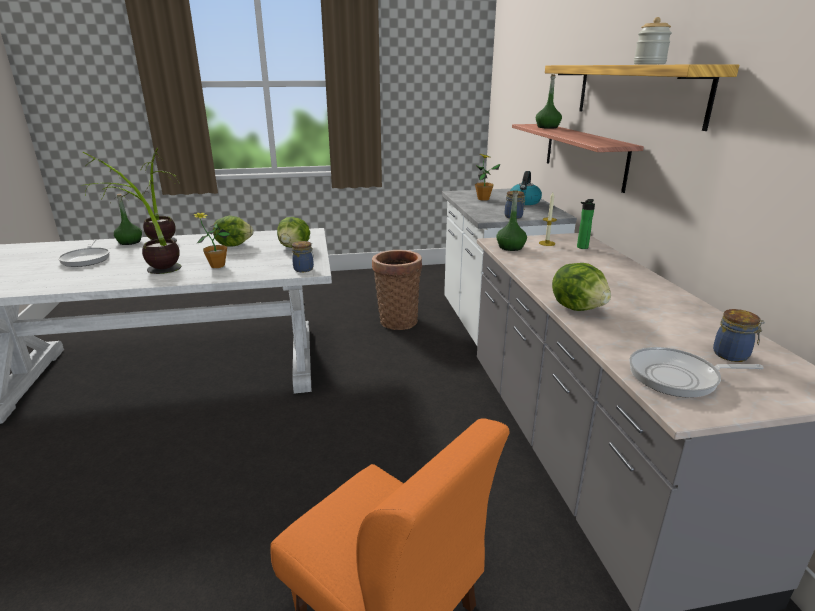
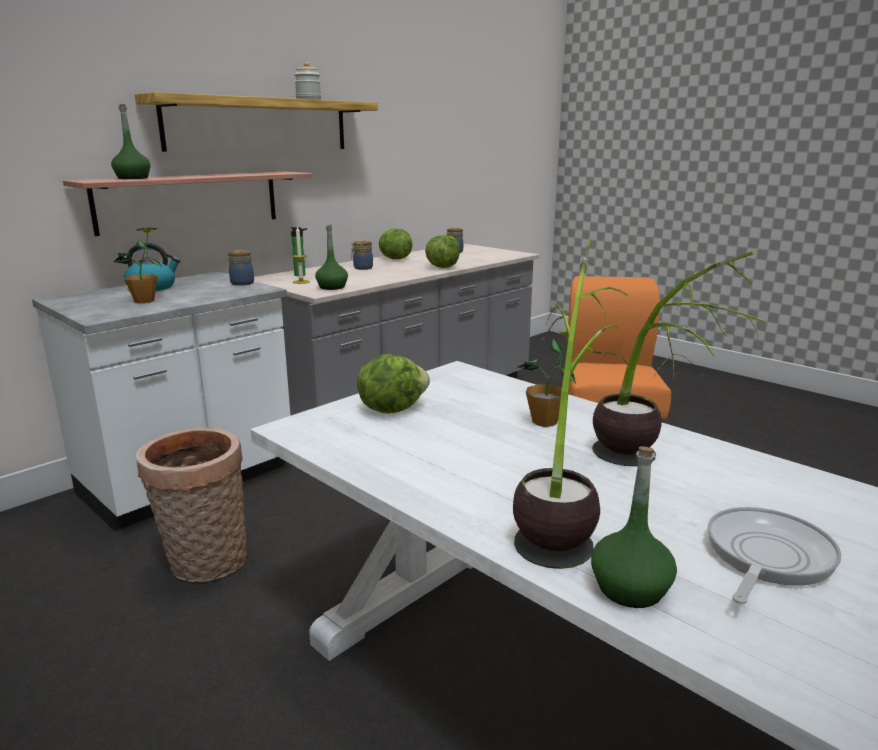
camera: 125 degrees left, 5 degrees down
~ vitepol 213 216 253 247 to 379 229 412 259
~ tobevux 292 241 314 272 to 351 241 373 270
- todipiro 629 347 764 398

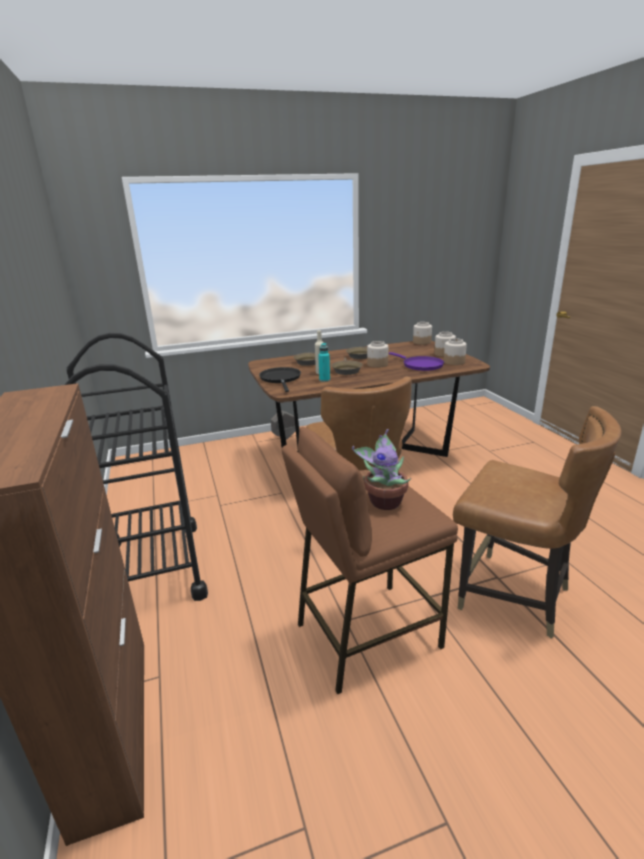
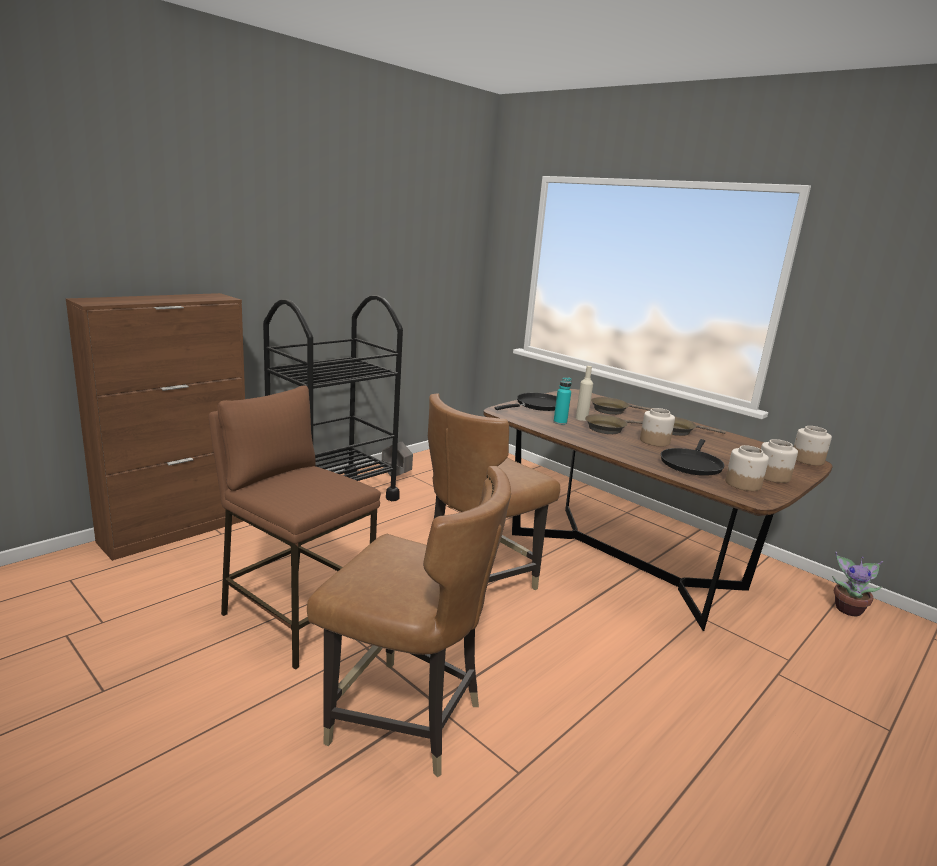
camera: 60 degrees right, 5 degrees down
~ purple_todipiro 389 352 444 371 to black_todipiro 661 439 725 476
~ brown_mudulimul 453 406 621 639 = 307 466 511 778 75 degrees counterclockwise
~ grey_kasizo 271 410 296 439 to 382 442 413 476
~ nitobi 352 429 411 510 to 832 552 883 616

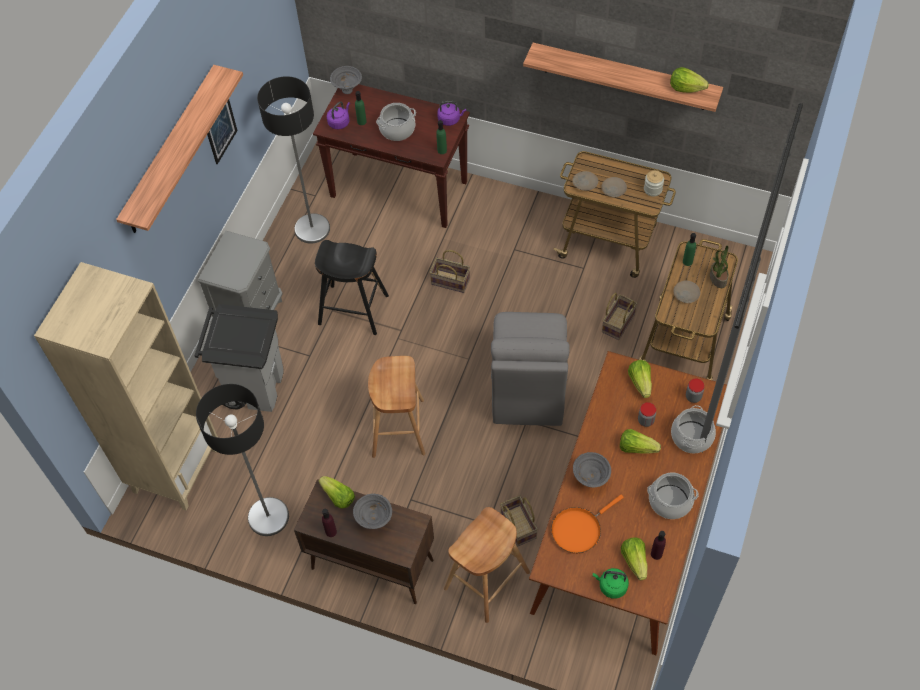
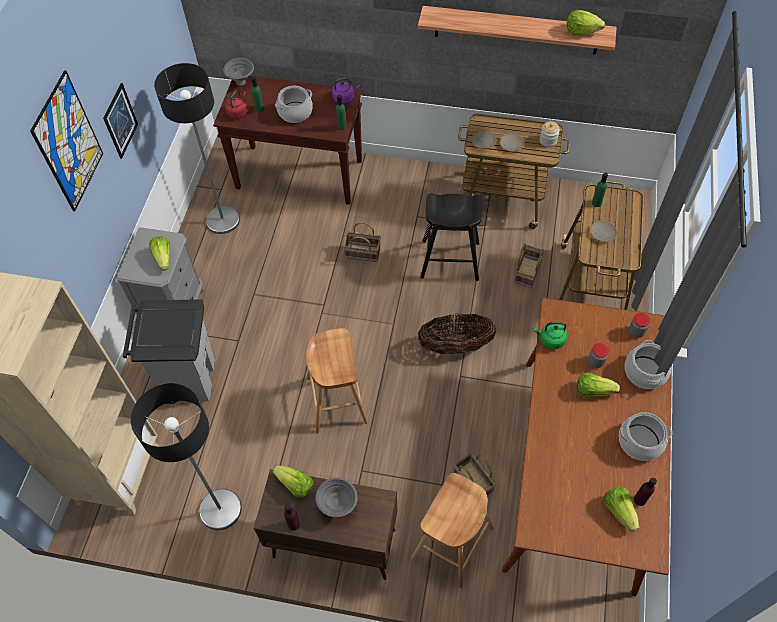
camera: 10 degrees left, 0 degrees up
~ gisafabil 116 65 243 233 to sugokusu 30 70 103 211
~ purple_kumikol 327 101 350 129 to red_kumikol 225 90 248 118
~ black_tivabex 315 240 389 335 to 421 193 483 281
- nitobi 710 245 729 288
~ grey_mudulimul 491 312 570 426 to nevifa 418 314 496 354
~ vitepol 628 360 652 398 to 149 236 170 271
- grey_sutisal 573 452 611 487
- orange_todipiro 551 495 624 554
~ green_kumikol 593 568 629 599 to 534 322 568 349

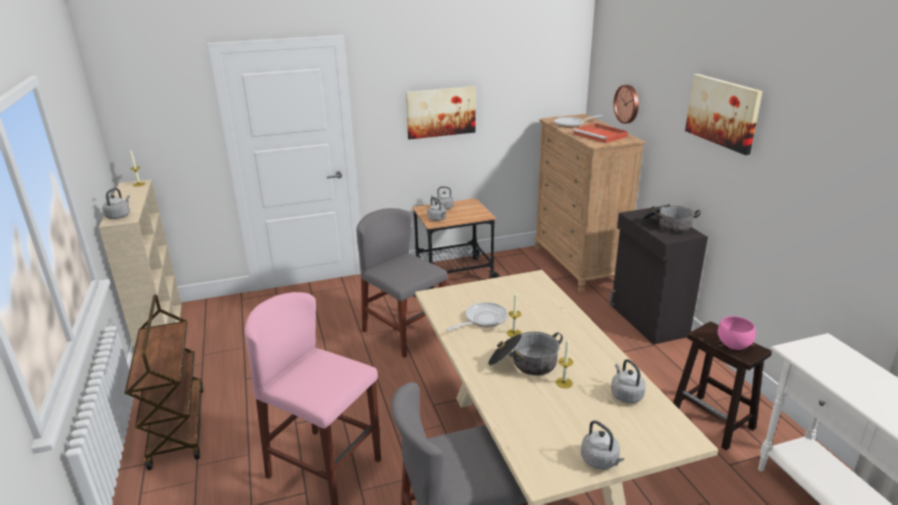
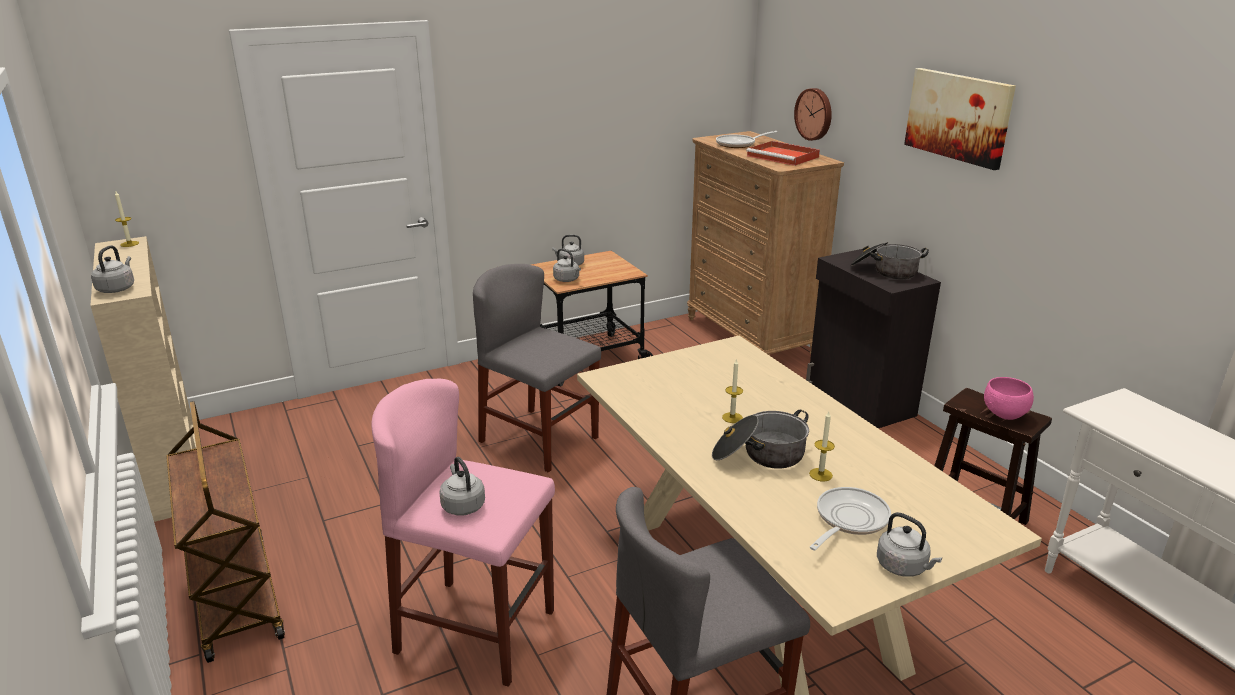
camera: 10 degrees left, 0 degrees up
- sugokusu 406 86 475 139
~ todipiro 446 302 508 331 to 810 487 891 550
~ grey_kumikol 611 359 646 403 to 439 457 485 516

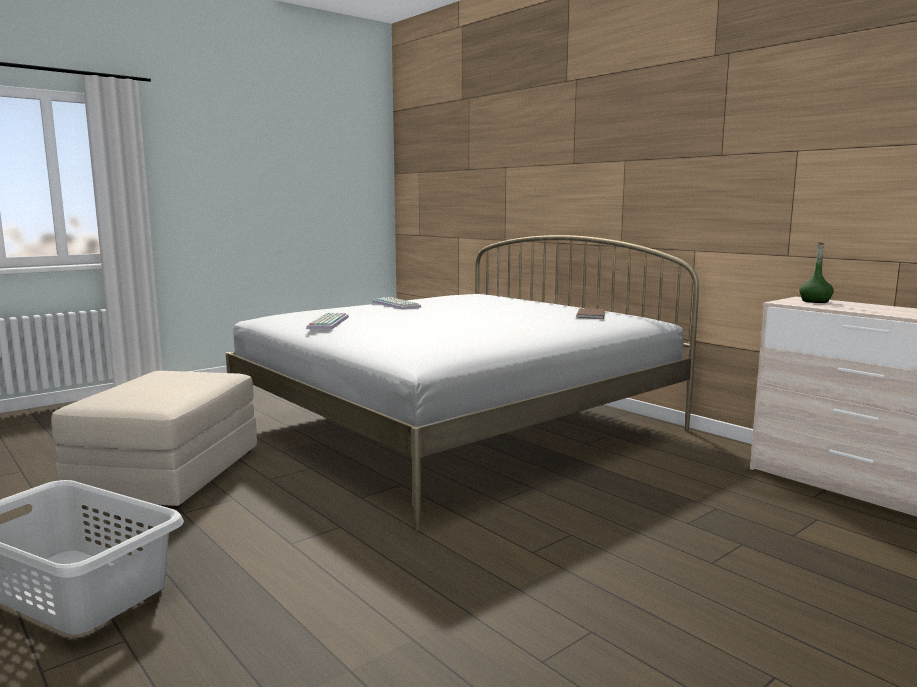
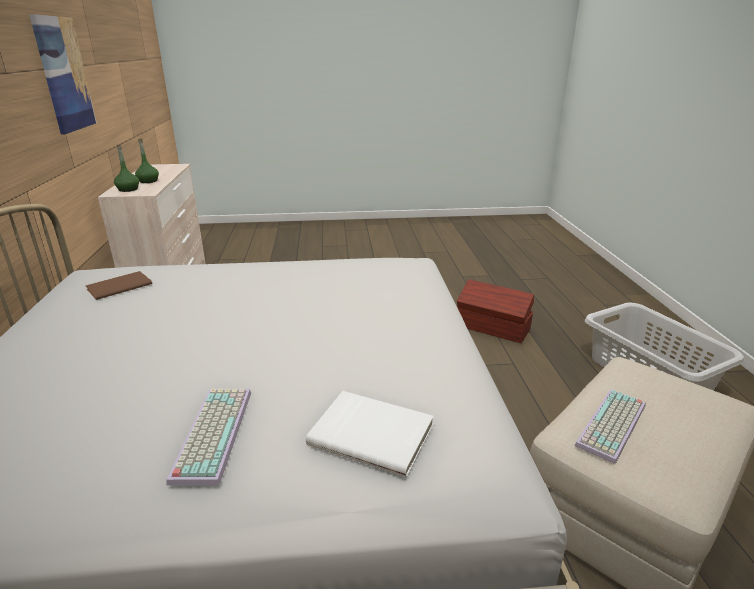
camera: 145 degrees left, 15 degrees up
~ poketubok 306 313 349 329 to 575 389 646 464
+ sugokusu 29 14 97 134
+ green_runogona 135 139 159 183
+ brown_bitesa 457 279 534 343
+ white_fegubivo 306 391 434 477

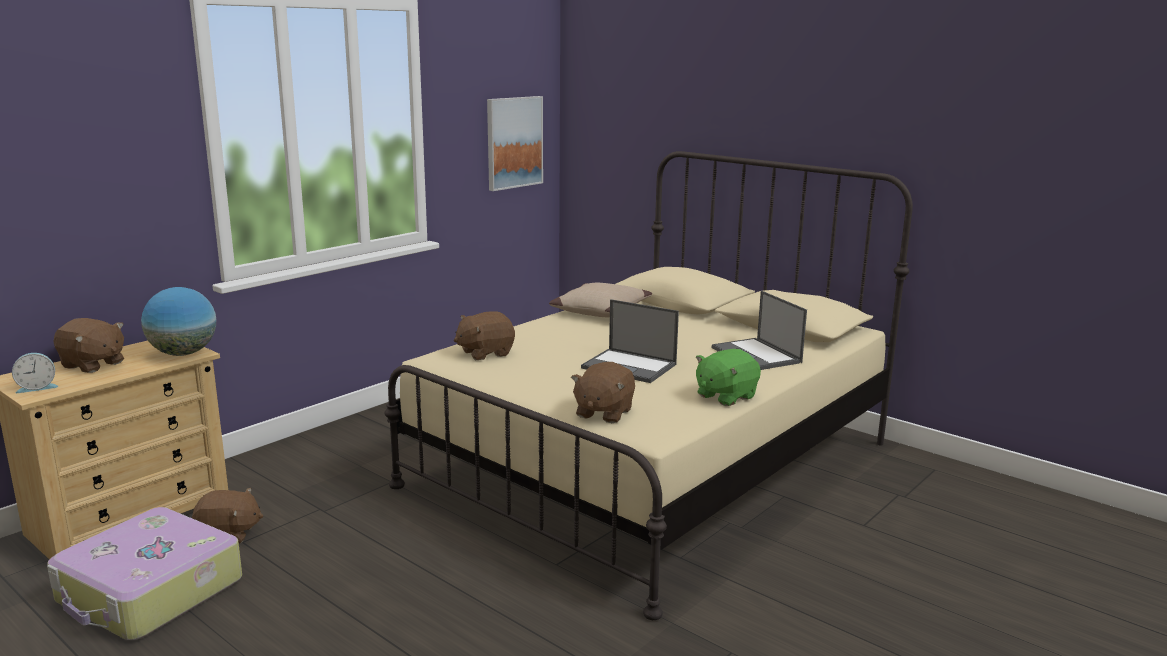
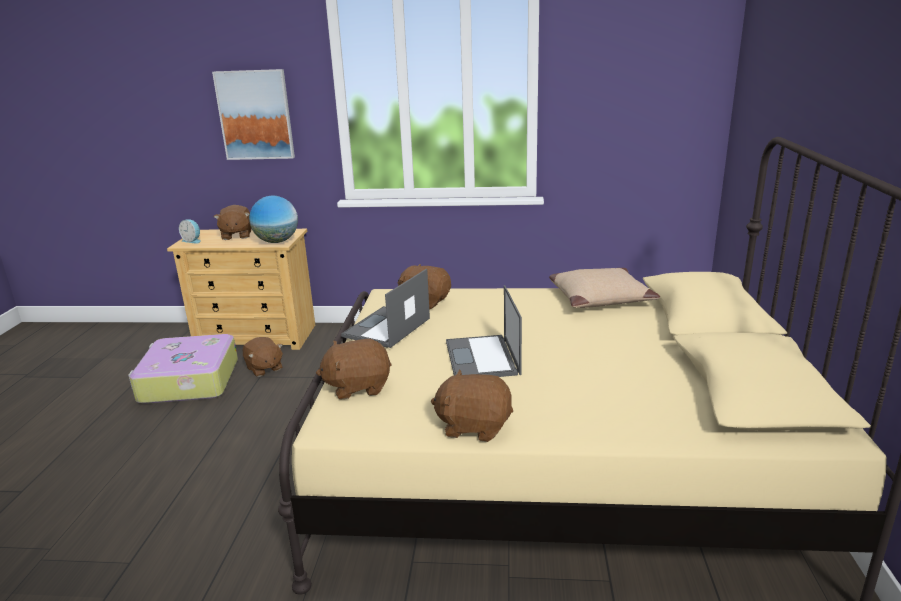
camera: 55 degrees right, 5 degrees up
~ sugokusu 487 96 543 191 to 212 69 295 160
~ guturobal 712 291 807 370 to 341 269 430 348
~ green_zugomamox 696 349 761 406 to brown_zugomamox 431 369 513 442

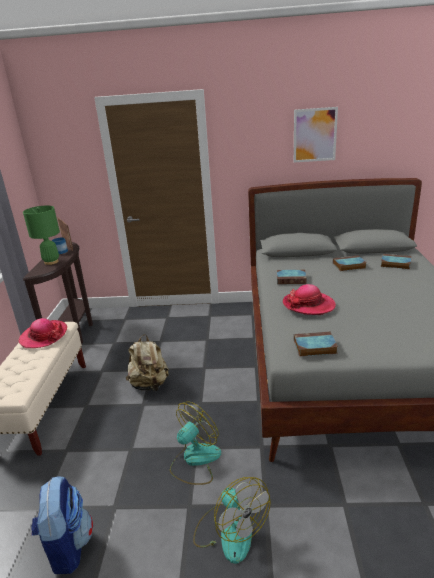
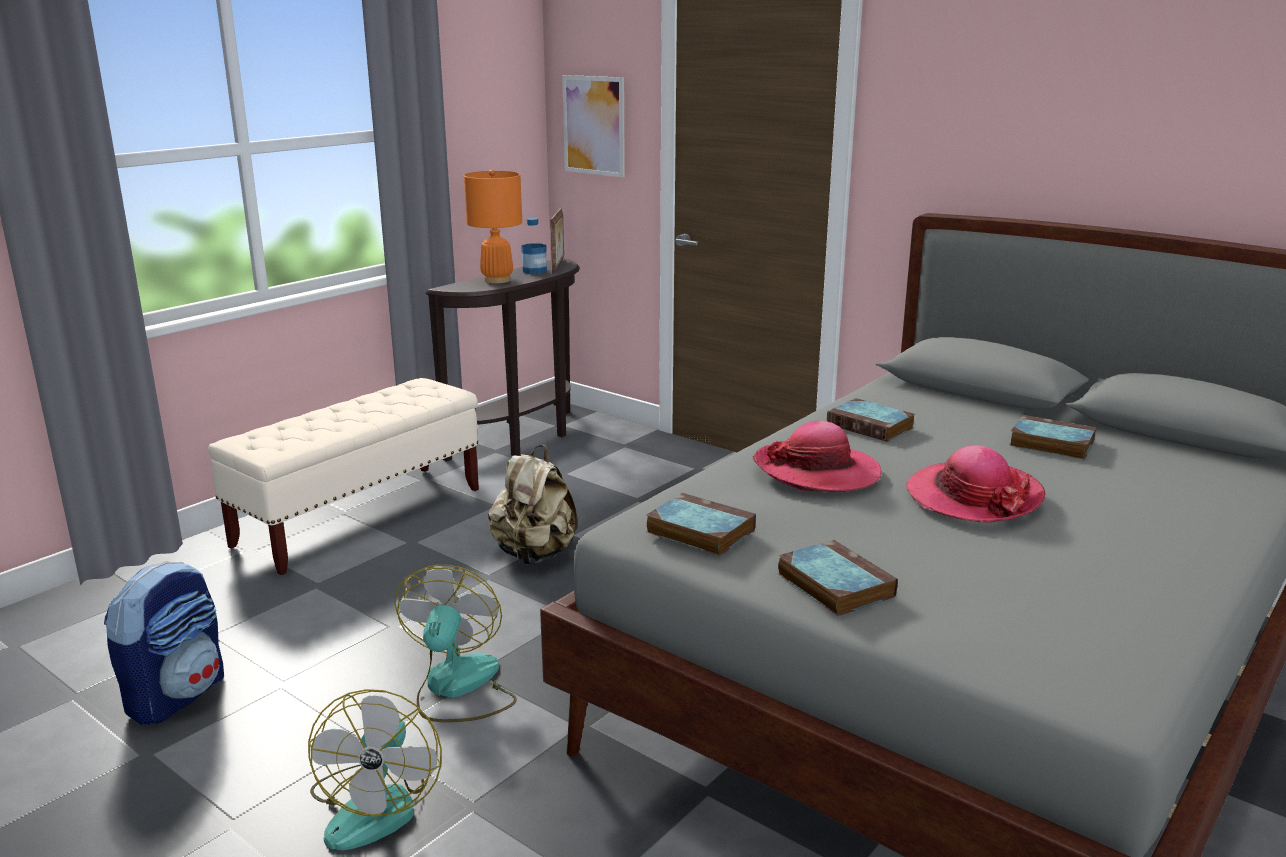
camera: 35 degrees right, 5 degrees down
~ sugokusu 294 107 338 162 to 562 75 625 177
~ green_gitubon 23 206 60 265 to orange_gitubon 464 170 522 284
~ fegubivo 381 254 411 269 to 778 540 898 616
~ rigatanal 19 318 67 348 to 906 445 1045 523
~ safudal 170 402 221 485 = 394 565 517 722 75 degrees counterclockwise

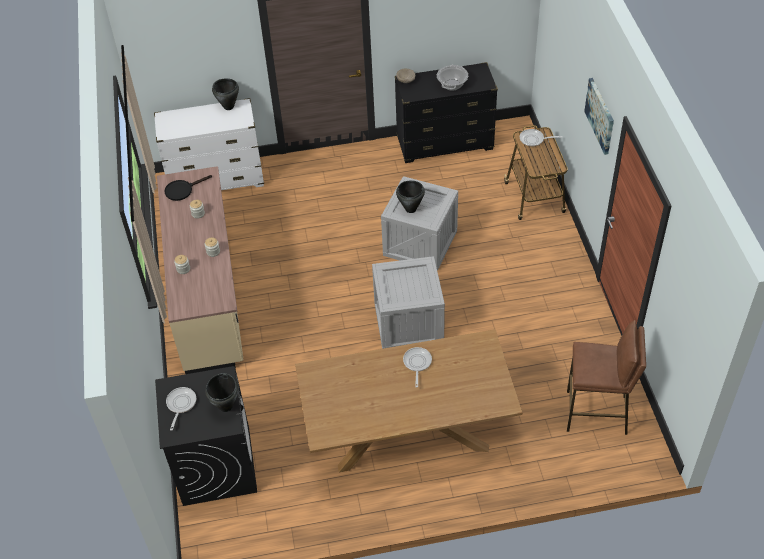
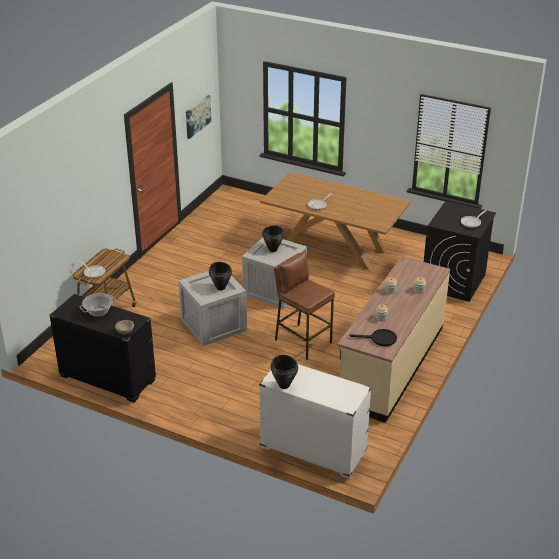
camera: 145 degrees left, 15 degrees down
~ sugokusu 584 78 614 155 to 186 95 211 139
~ brown_tivabex 567 320 646 435 to 274 250 335 360
~ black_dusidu 205 373 239 412 to 262 225 284 252

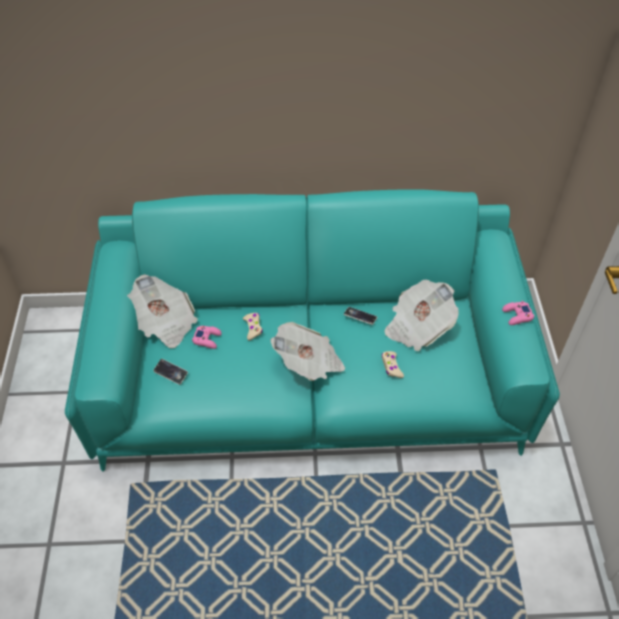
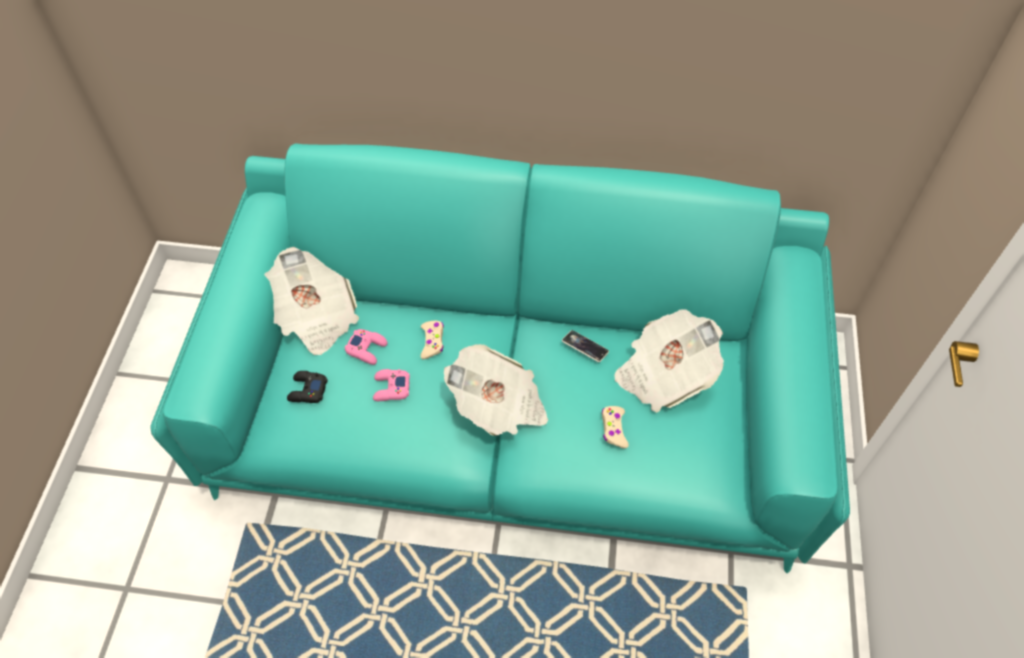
camera: 10 degrees right, 5 degrees up
~ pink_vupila 502 301 534 325 to 373 369 410 401
~ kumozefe 153 359 188 385 to black_vupila 287 371 328 403

